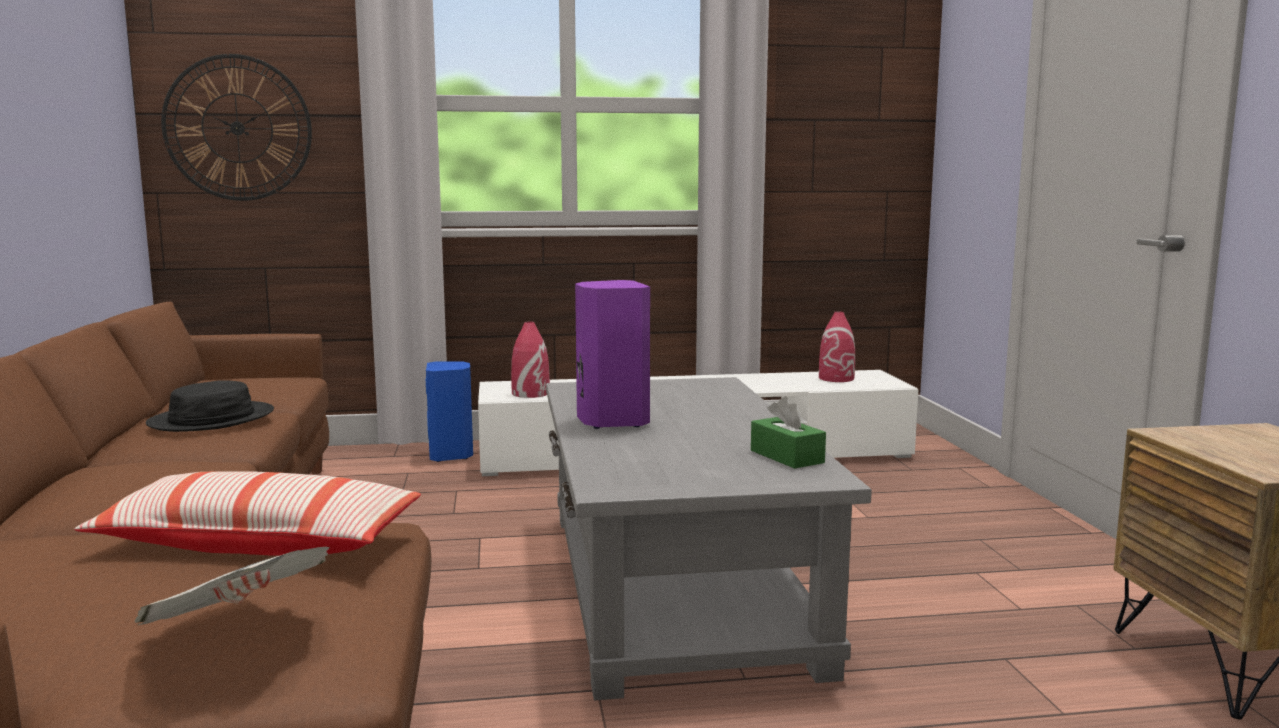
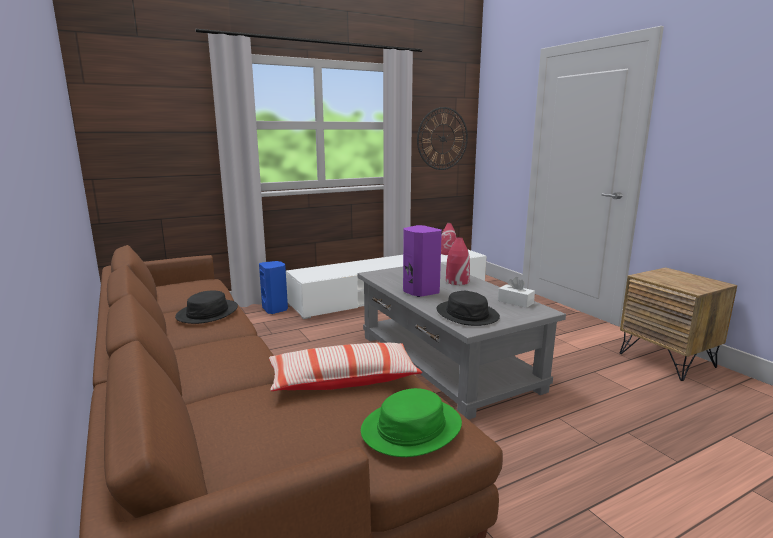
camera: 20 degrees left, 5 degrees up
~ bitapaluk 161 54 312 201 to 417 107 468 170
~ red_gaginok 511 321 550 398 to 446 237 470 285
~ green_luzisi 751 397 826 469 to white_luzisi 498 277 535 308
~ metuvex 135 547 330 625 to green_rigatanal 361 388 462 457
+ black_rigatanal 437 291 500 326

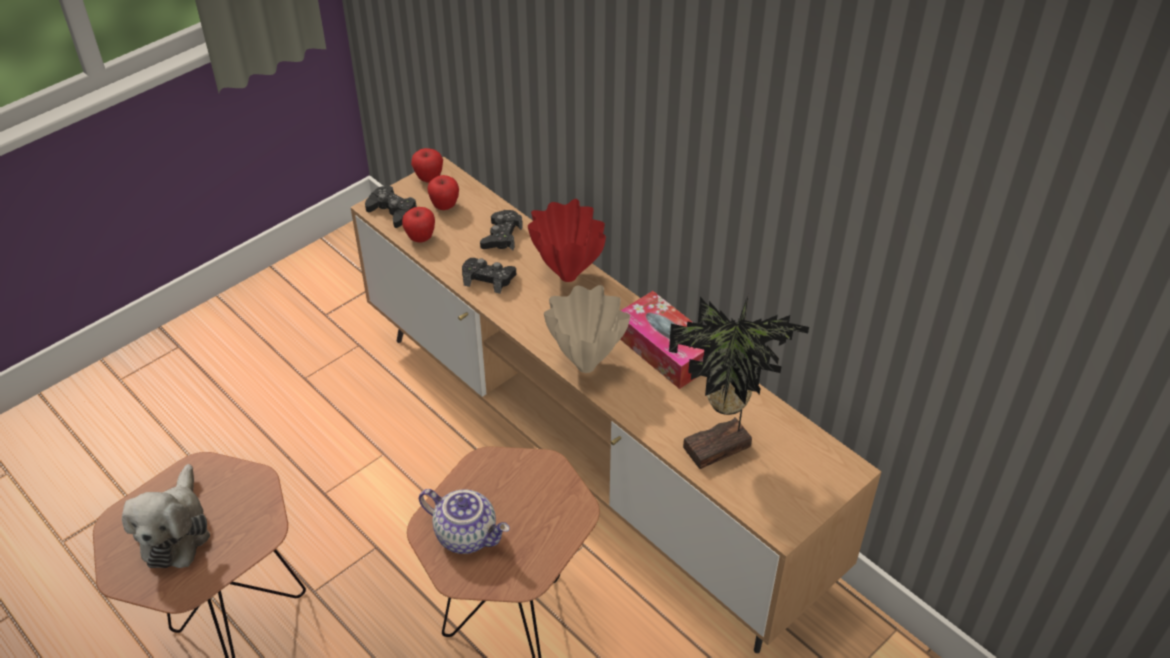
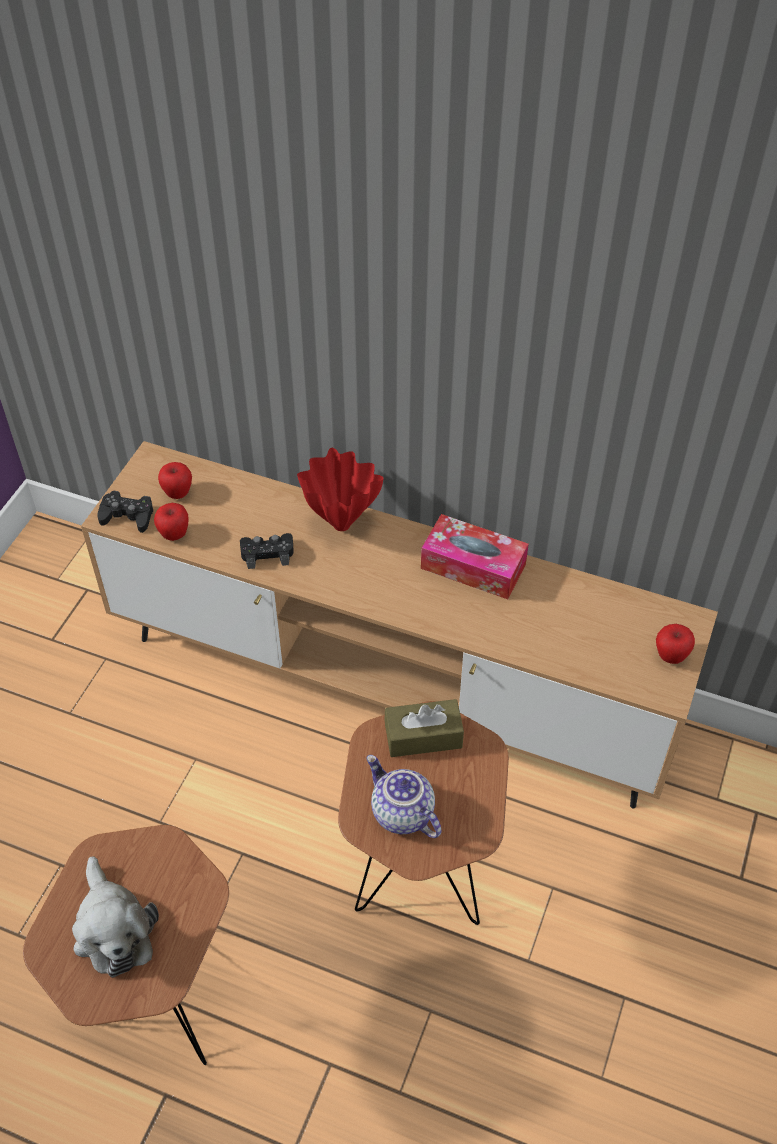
camera: 25 degrees left, 5 degrees up
~ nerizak 411 148 443 183 to 656 624 695 664
- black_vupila 480 210 523 251
- beige_gaginok 544 285 630 373
- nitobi 669 294 809 469
~ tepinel 419 489 510 554 = 366 755 442 838 135 degrees counterclockwise
+ brown_luzisi 384 699 464 757

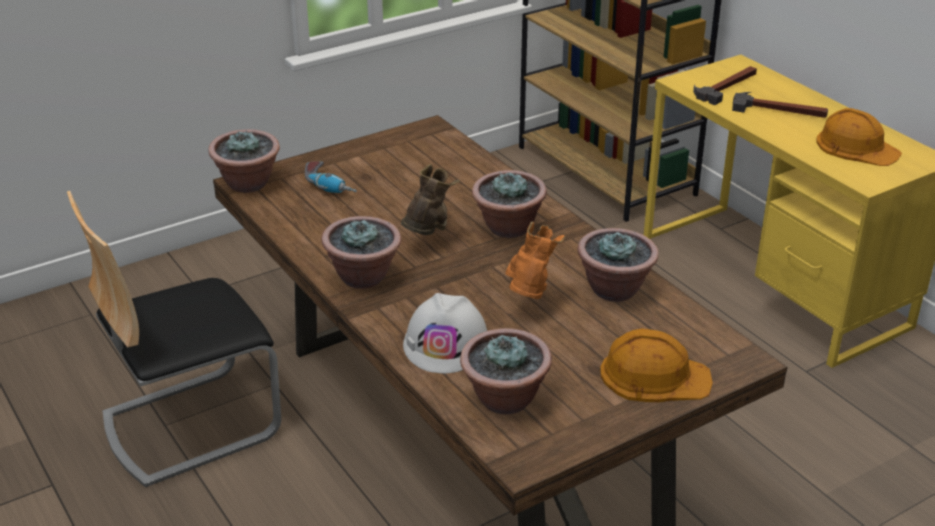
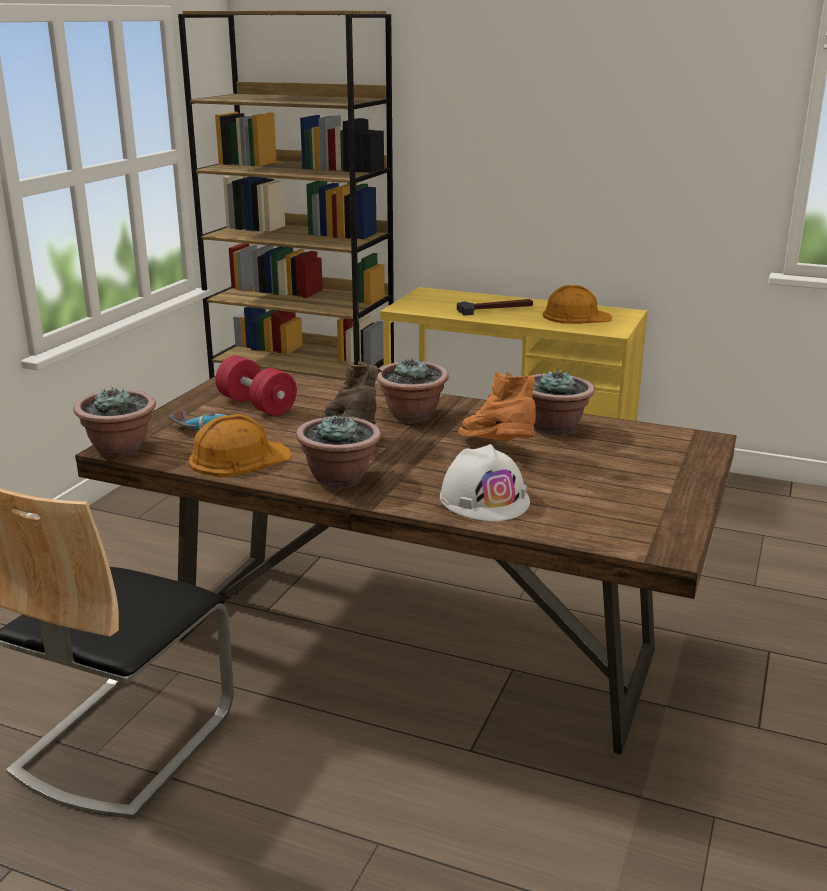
camera: 35 degrees left, 10 degrees down
- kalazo 693 66 757 105
- nitobi 460 328 552 415
~ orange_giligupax 600 328 713 402 to 189 414 292 477
+ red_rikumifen 216 356 297 416

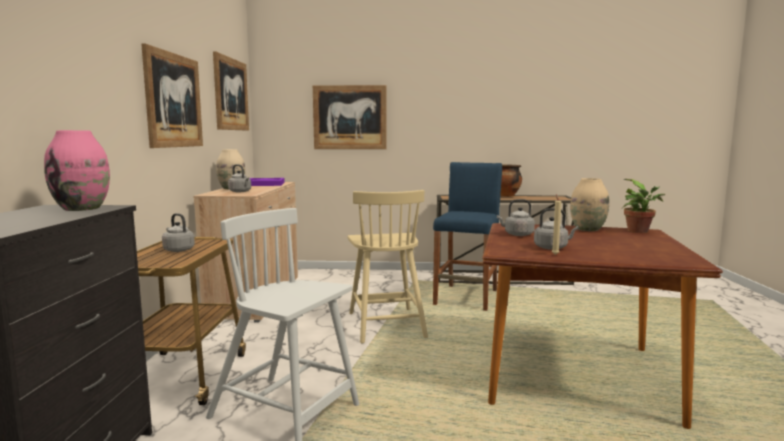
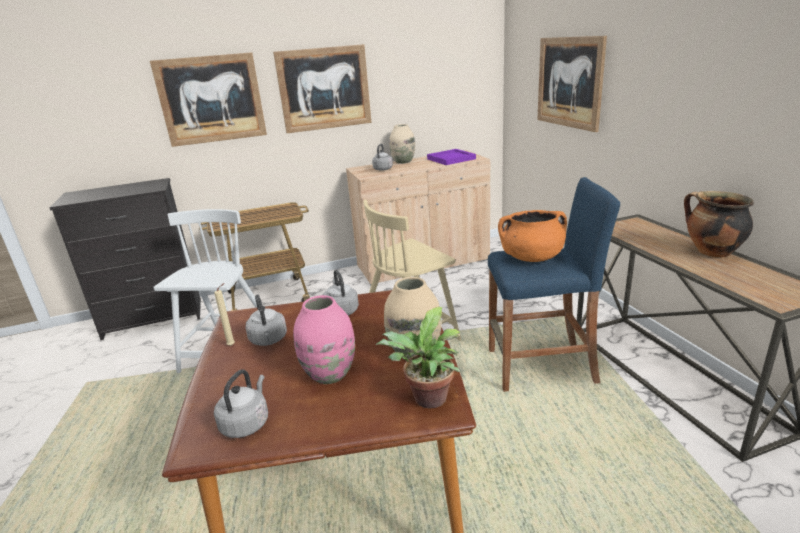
camera: 70 degrees right, 15 degrees up
~ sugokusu 213 51 249 131 to 150 52 267 147
~ pink_gaginok 44 130 110 211 to 293 295 355 384
~ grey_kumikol 162 213 195 252 to 214 369 268 438
+ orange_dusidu 498 210 567 262

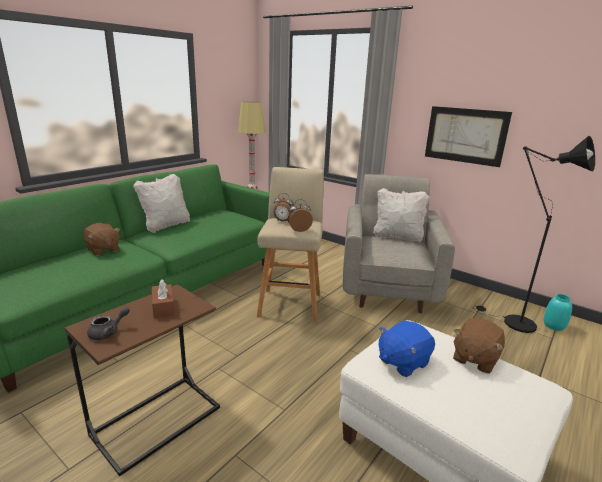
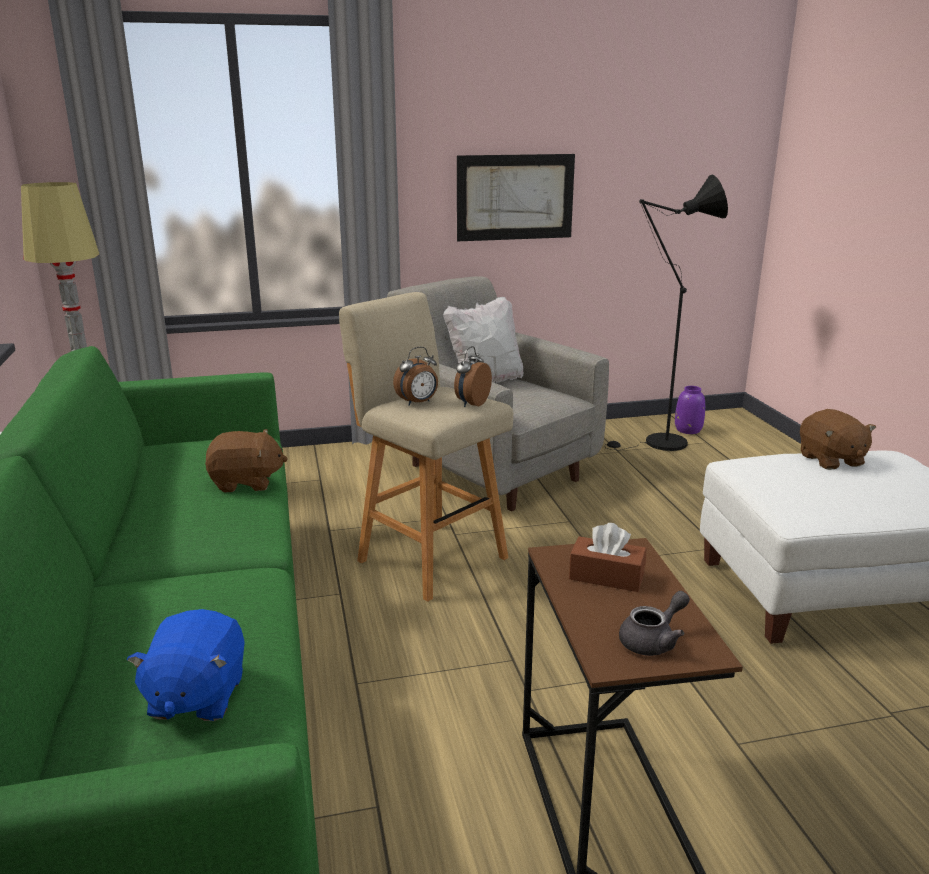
camera: 50 degrees left, 0 degrees up
- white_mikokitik 133 174 190 233
~ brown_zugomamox 83 223 120 256 to 205 429 288 493
~ turquoise_gaginok 544 294 572 331 to purple_gaginok 675 386 705 434
~ grey_tepinel 87 306 130 340 = 619 591 690 656 60 degrees clockwise
~ blue_zugomamox 379 321 435 377 to 127 609 245 721

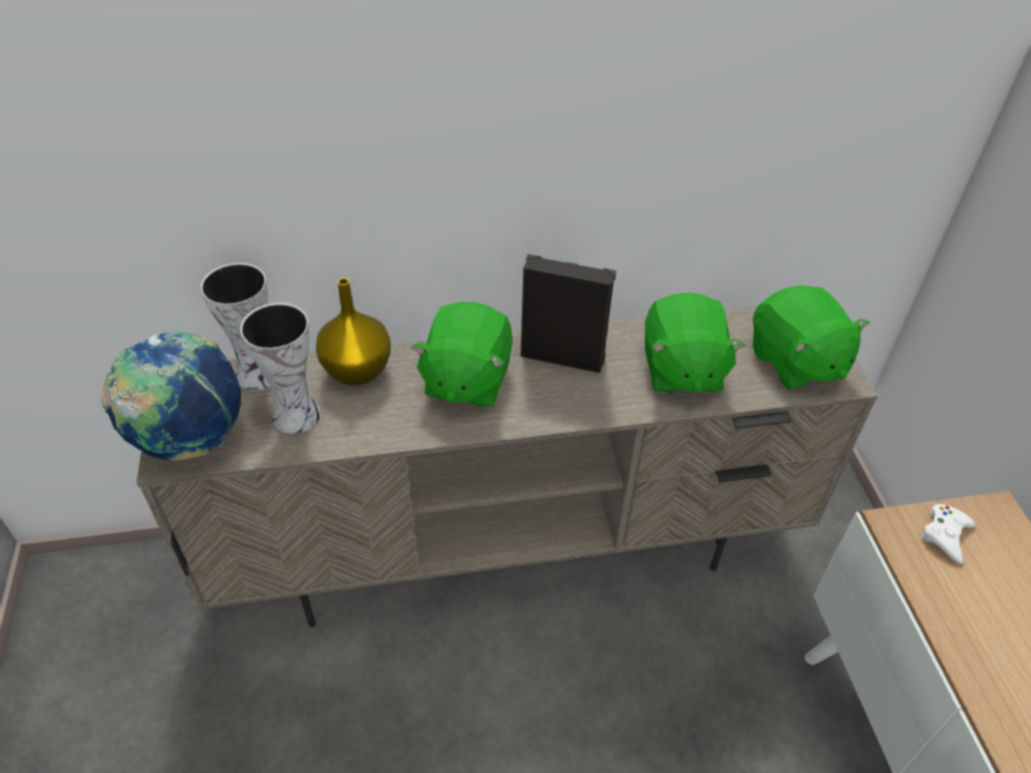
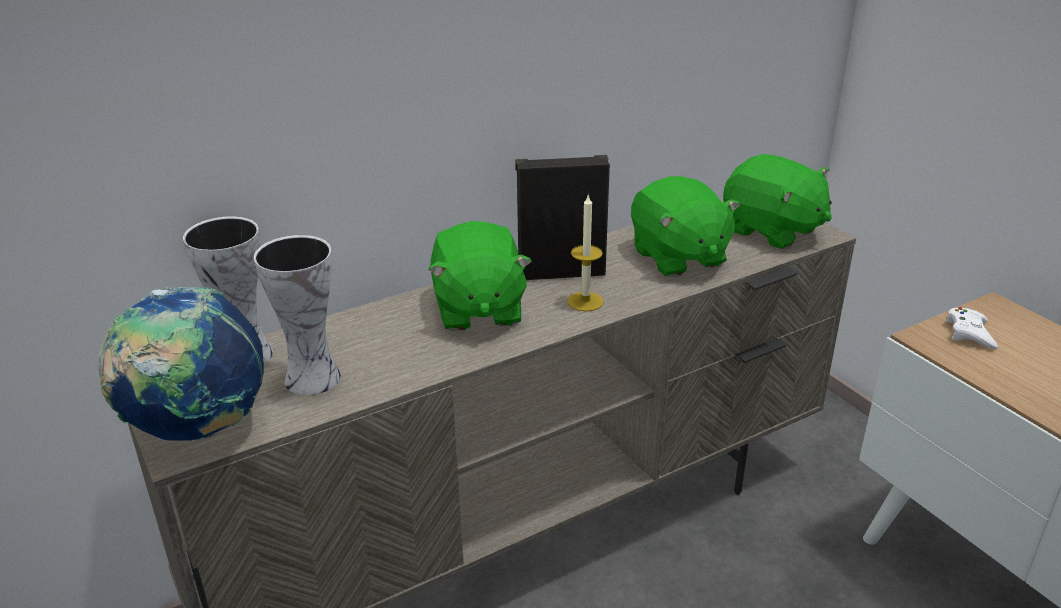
camera: 20 degrees left, 15 degrees down
- yellow_gaginok 316 278 391 386
+ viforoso 567 195 604 311

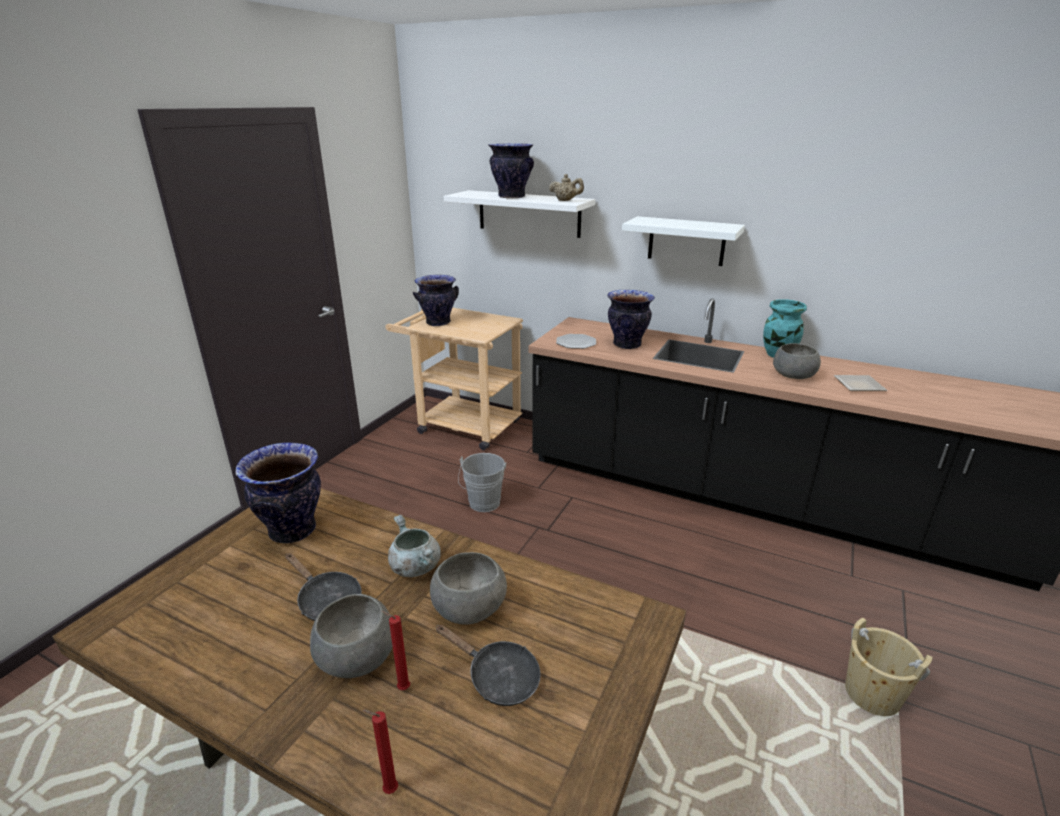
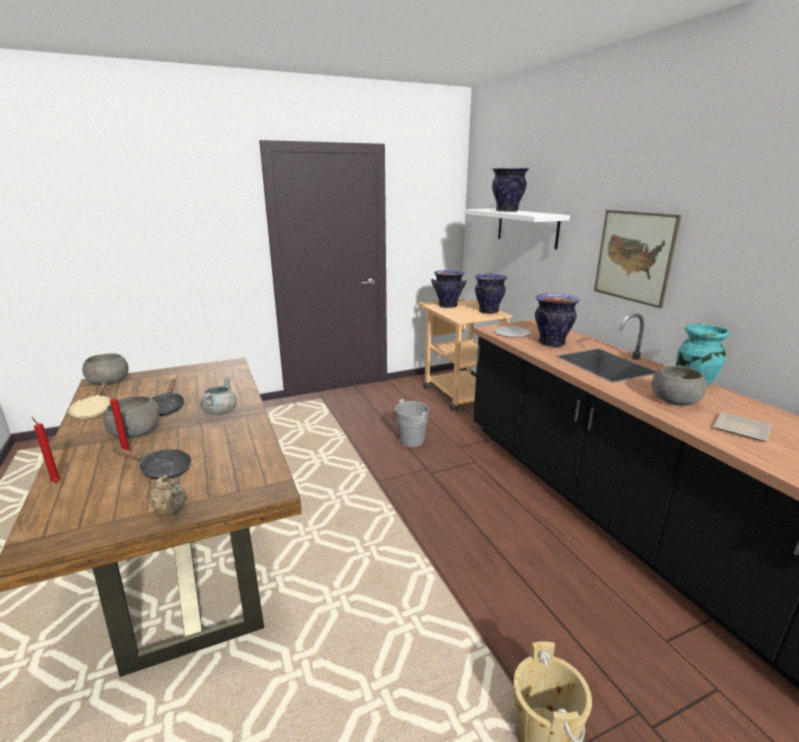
camera: 40 degrees right, 5 degrees down
~ beige_tepinel 549 174 584 201 to 149 475 187 516
~ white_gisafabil 622 216 745 266 to sugokusu 594 210 681 308
~ gaginok 235 442 321 544 to 475 274 507 314
~ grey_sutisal 430 552 507 625 to 82 353 129 385
~ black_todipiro 436 625 541 706 = 113 447 191 480 60 degrees counterclockwise
+ beige_todipiro 68 381 111 419

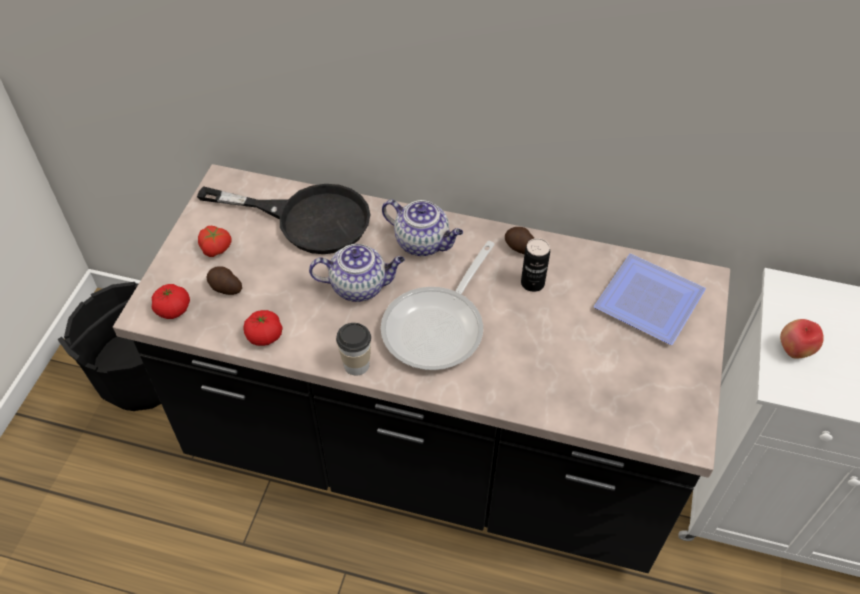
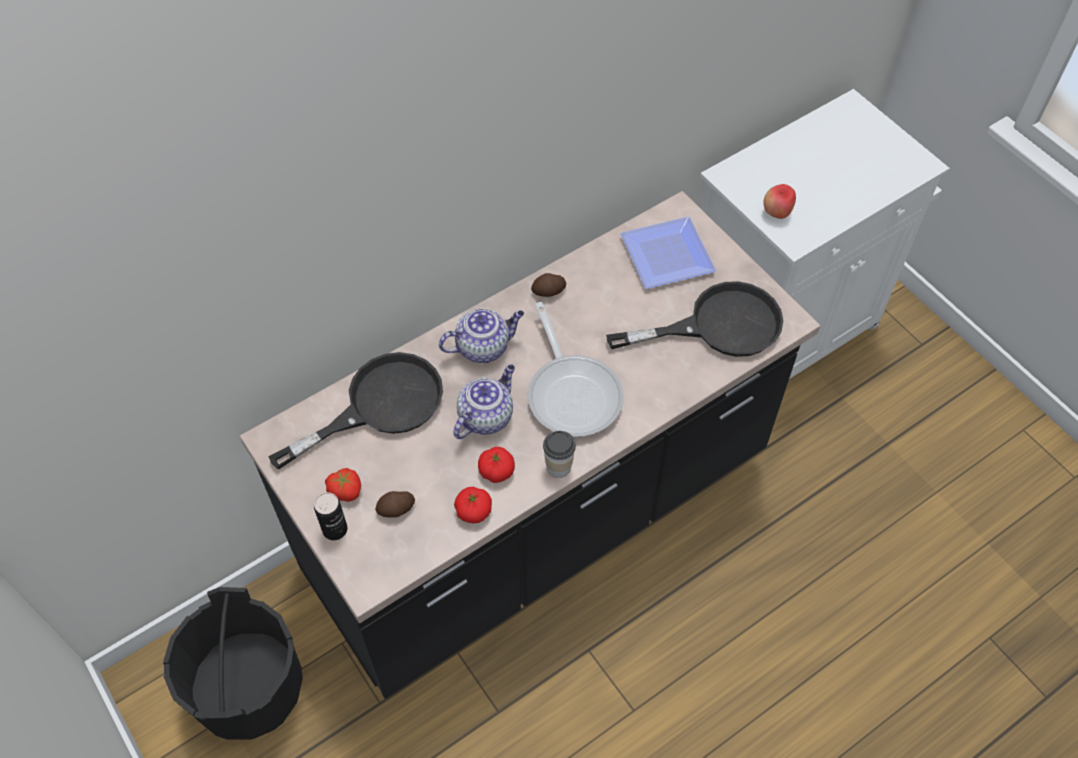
camera: 50 degrees left, 5 degrees up
~ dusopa 521 238 550 292 to 314 492 348 540
~ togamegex 152 284 190 319 to 478 447 515 483
+ black_todipiro 606 281 783 357

